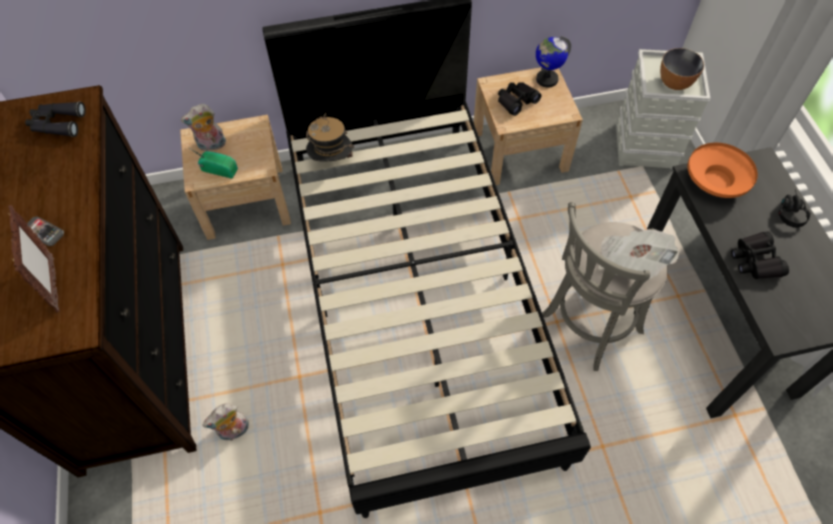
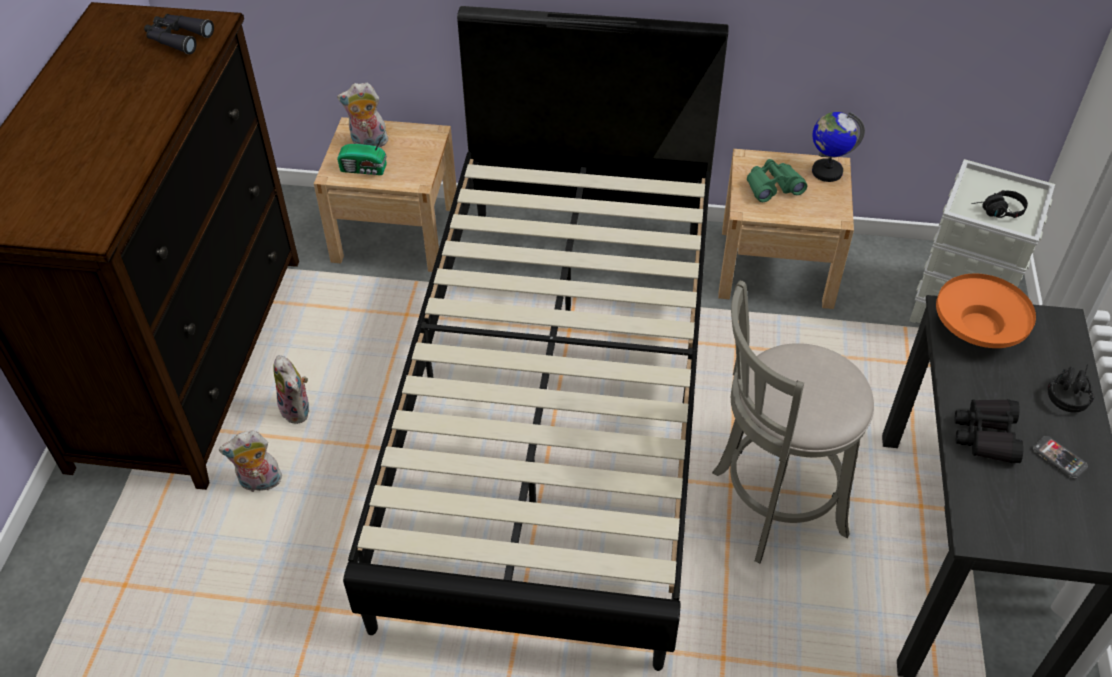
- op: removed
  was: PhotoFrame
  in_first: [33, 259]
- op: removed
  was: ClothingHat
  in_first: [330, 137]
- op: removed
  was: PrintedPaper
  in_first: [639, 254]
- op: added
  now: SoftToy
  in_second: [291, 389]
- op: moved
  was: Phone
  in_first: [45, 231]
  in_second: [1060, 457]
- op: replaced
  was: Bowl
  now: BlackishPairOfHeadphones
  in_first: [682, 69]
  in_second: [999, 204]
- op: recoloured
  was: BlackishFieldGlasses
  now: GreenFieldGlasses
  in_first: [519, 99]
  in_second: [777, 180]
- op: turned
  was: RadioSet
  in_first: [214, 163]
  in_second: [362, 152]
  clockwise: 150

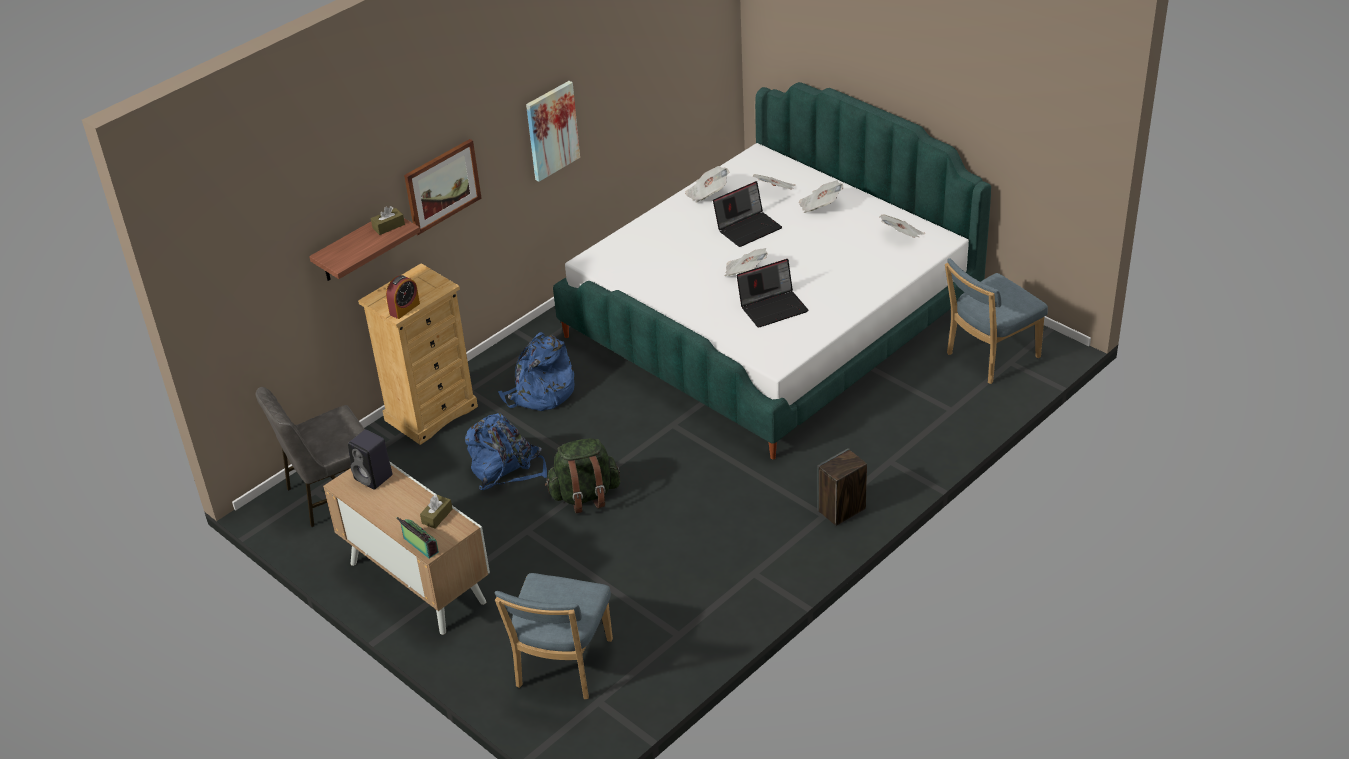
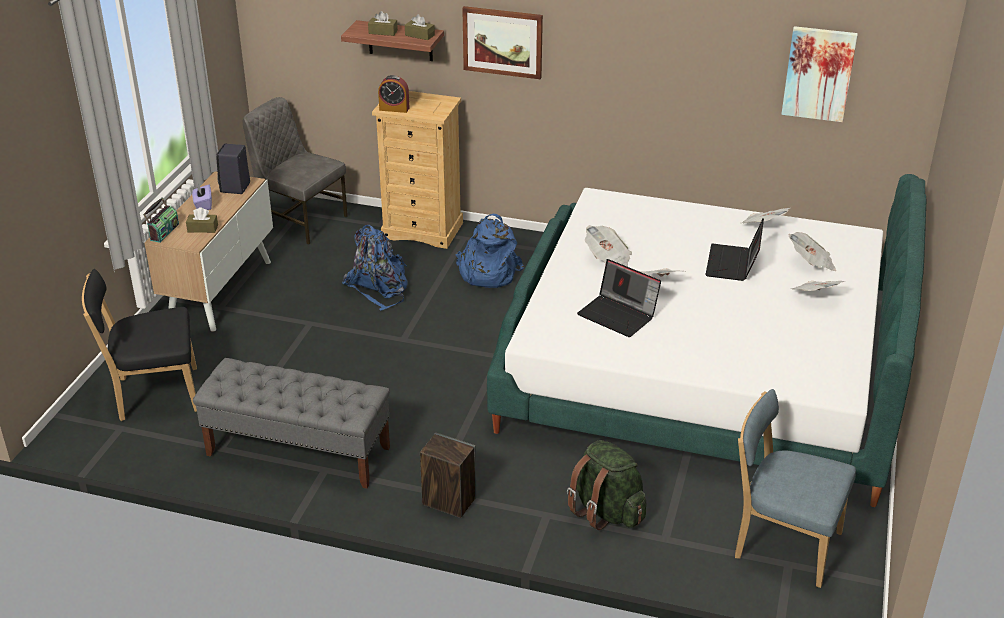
- op: added
  now: PurpleTissueBox
  in_second: [202, 197]
- op: added
  now: GrayIndoorBench
  in_second: [291, 423]
- op: added
  now: BrownishTissueBox
  in_second: [383, 23]
- op: moved
  was: WallPicture
  in_first: [553, 131]
  in_second: [819, 74]
- op: moved
  was: GreenBackpack
  in_first: [582, 475]
  in_second: [606, 485]
- op: moved
  was: PrintedPaper
  in_first: [902, 226]
  in_second: [608, 246]
- op: recoloured
  was: BlueUprightChair
  now: BlackishUprightChair
  in_first: [554, 636]
  in_second: [139, 345]
- op: turned
  was: PortableComputer
  in_first: [747, 214]
  in_second: [734, 249]
  clockwise: 75

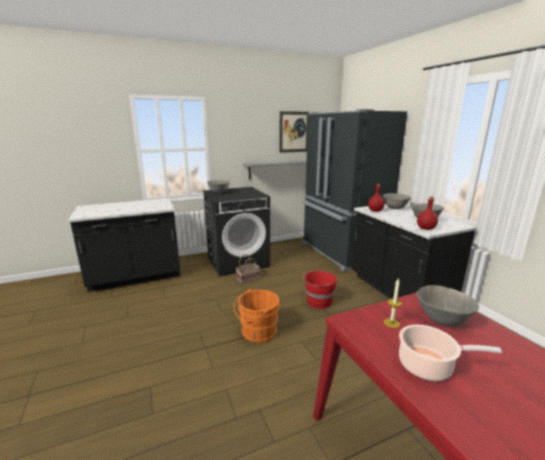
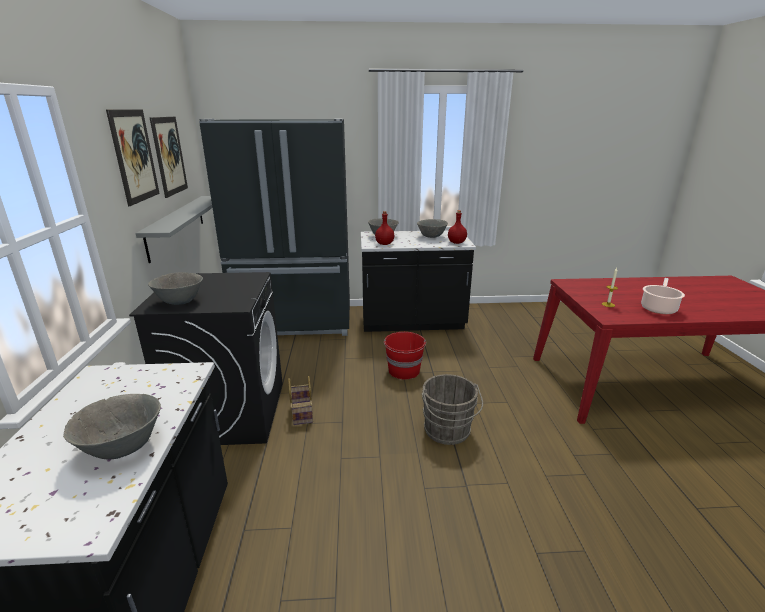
- op: added
  now: WallPicture
  in_second: [133, 158]
- op: moved
  was: GrayBowl
  in_first: [448, 305]
  in_second: [112, 426]
- op: recoloured
  was: OrangeyWaterBucket
  now: GrayWaterBucket
  in_first: [257, 316]
  in_second: [452, 409]

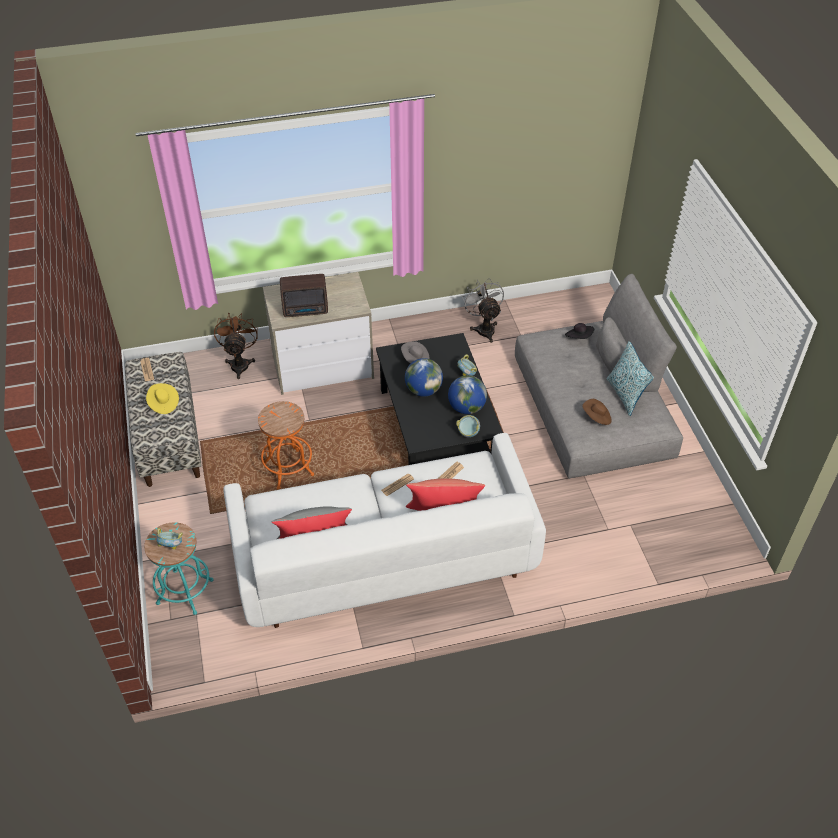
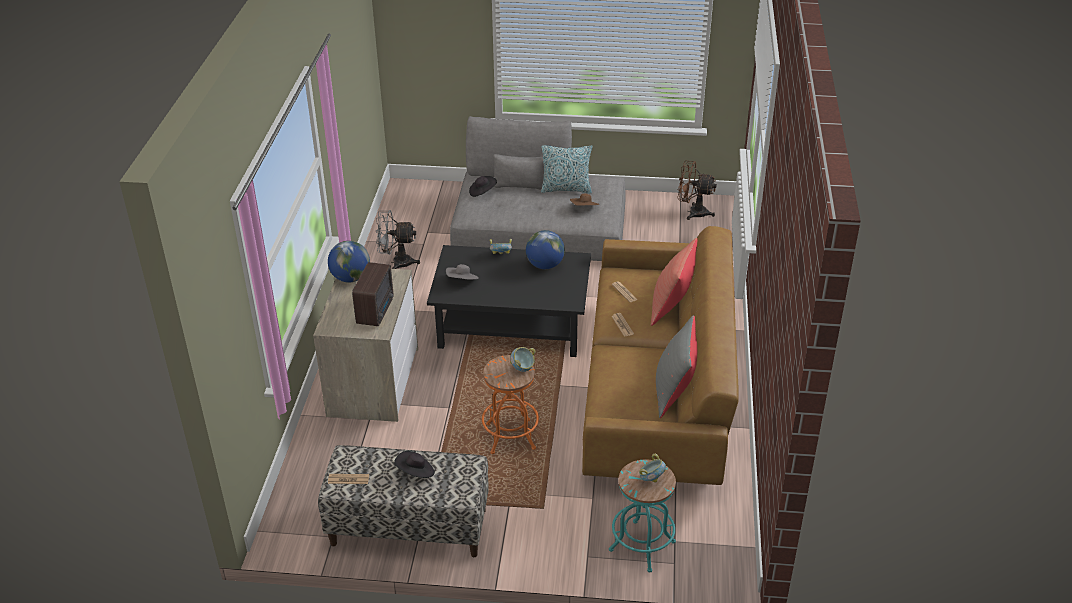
- op: moved
  was: BrownishFan
  in_first: [236, 346]
  in_second: [697, 190]
- op: moved
  was: DeskGlobe
  in_first: [424, 377]
  in_second: [349, 262]
- op: moved
  was: Bowl
  in_first: [468, 426]
  in_second: [523, 359]
- op: recoloured
  was: YellowishClothingHat
  now: BlackishClothingHat
  in_first: [162, 398]
  in_second: [414, 464]
- op: recoloured
  was: WhiteCouch
  now: BrownishCouch
  in_first: [384, 530]
  in_second: [660, 355]

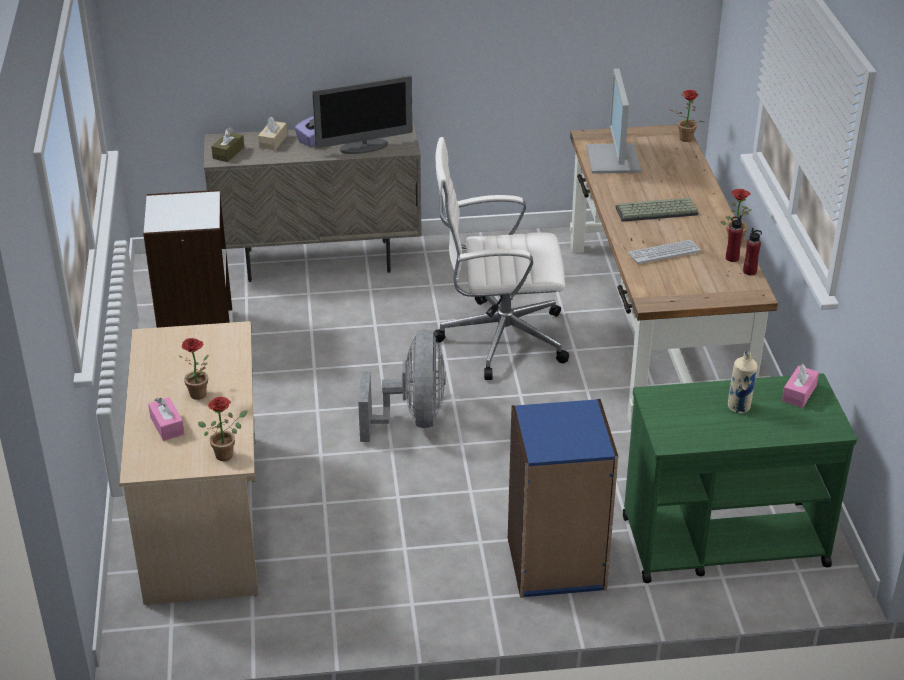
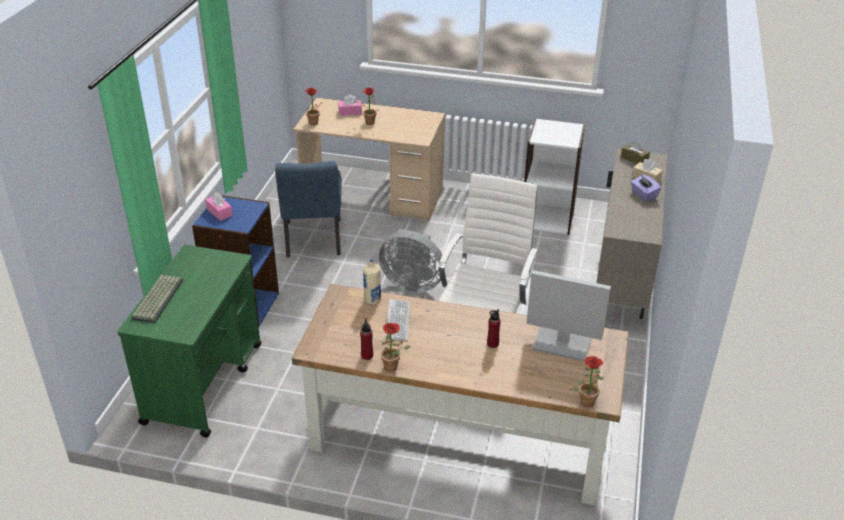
- op: removed
  was: ComputerScreen
  in_first: [362, 114]
- op: added
  now: BlueUprightChair
  in_second: [308, 209]
- op: moved
  was: PcKeyboard
  in_first: [657, 210]
  in_second: [157, 299]
- op: moved
  was: SandColouredBeverageBottle
  in_first: [743, 382]
  in_second: [372, 281]
- op: moved
  was: RedColouredBeverageBottle
  in_first: [752, 251]
  in_second: [494, 328]
- op: moved
  was: PinkishTissueBox
  in_first: [800, 386]
  in_second: [219, 206]

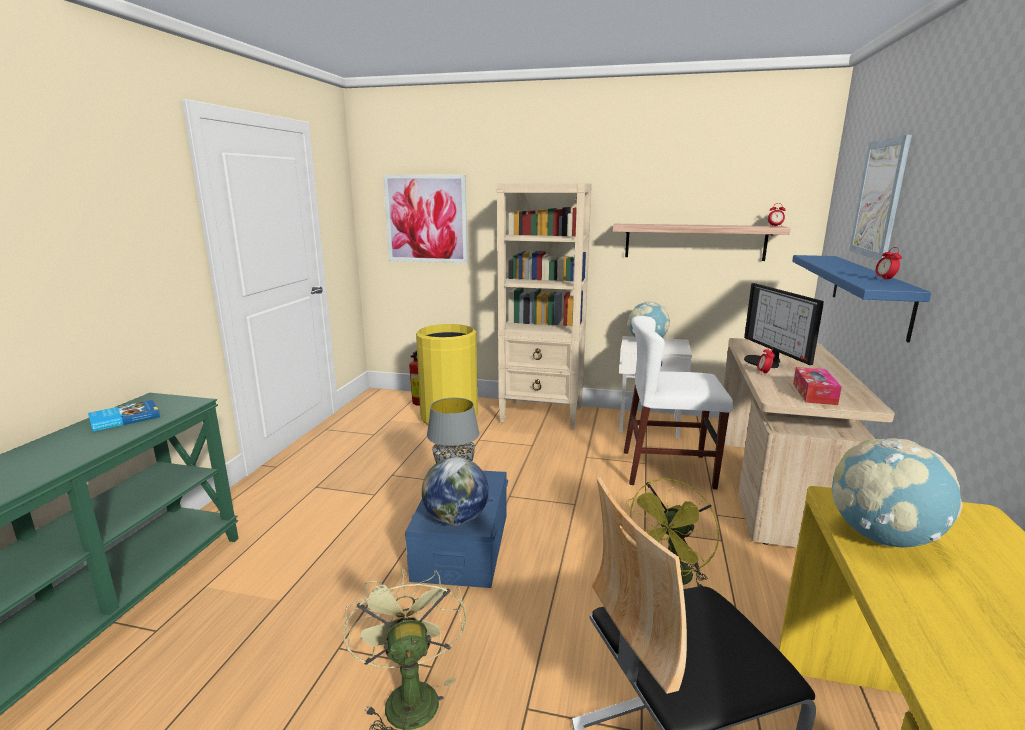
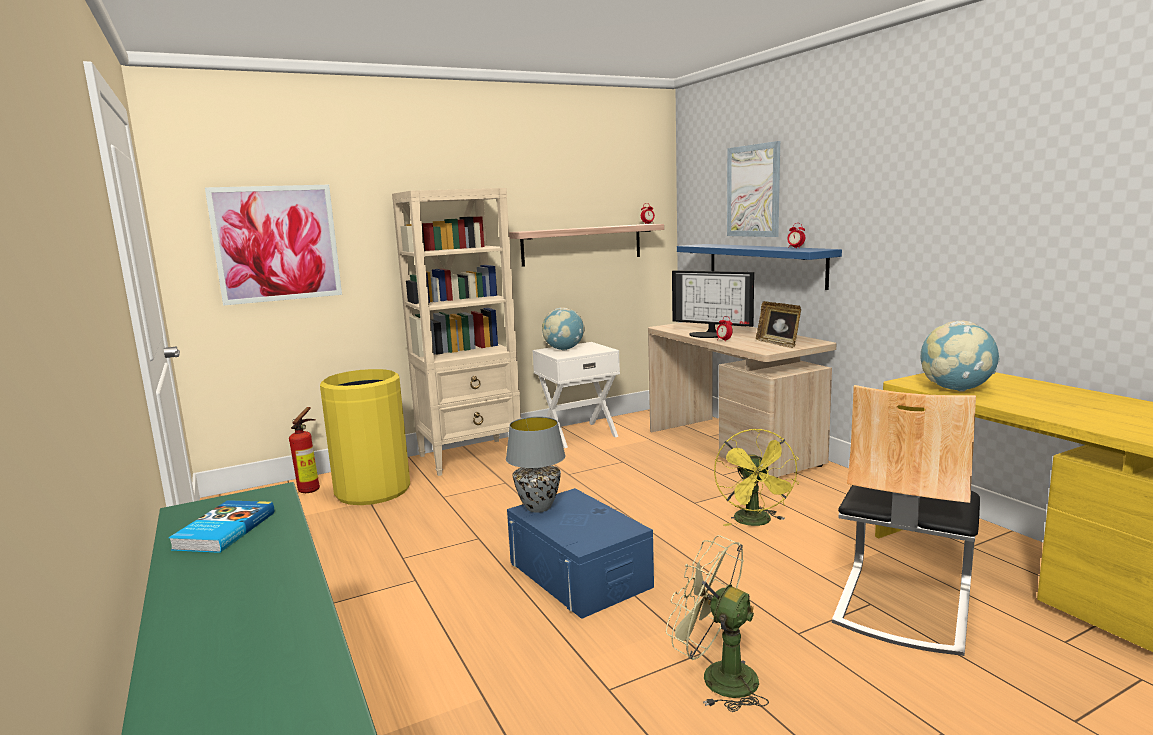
- op: removed
  was: DeskGlobe
  in_first: [455, 491]
- op: removed
  was: WhiteUprightChair
  in_first: [678, 402]
- op: replaced
  was: TissueBox
  now: PhotoFrame
  in_first: [817, 386]
  in_second: [778, 324]

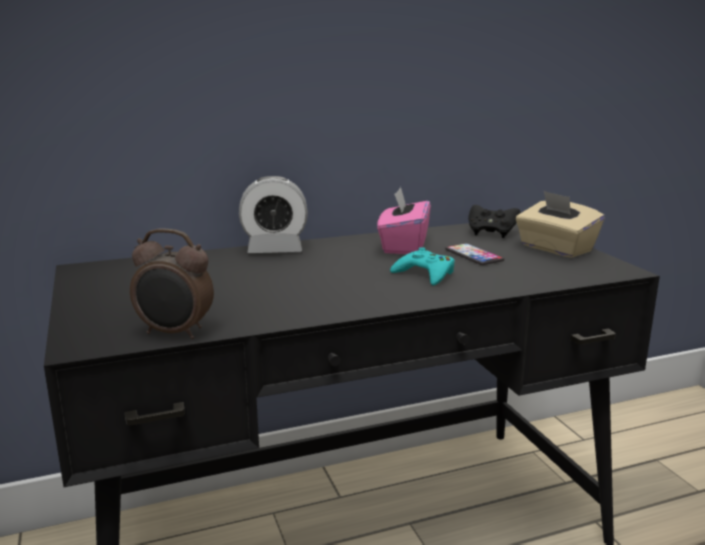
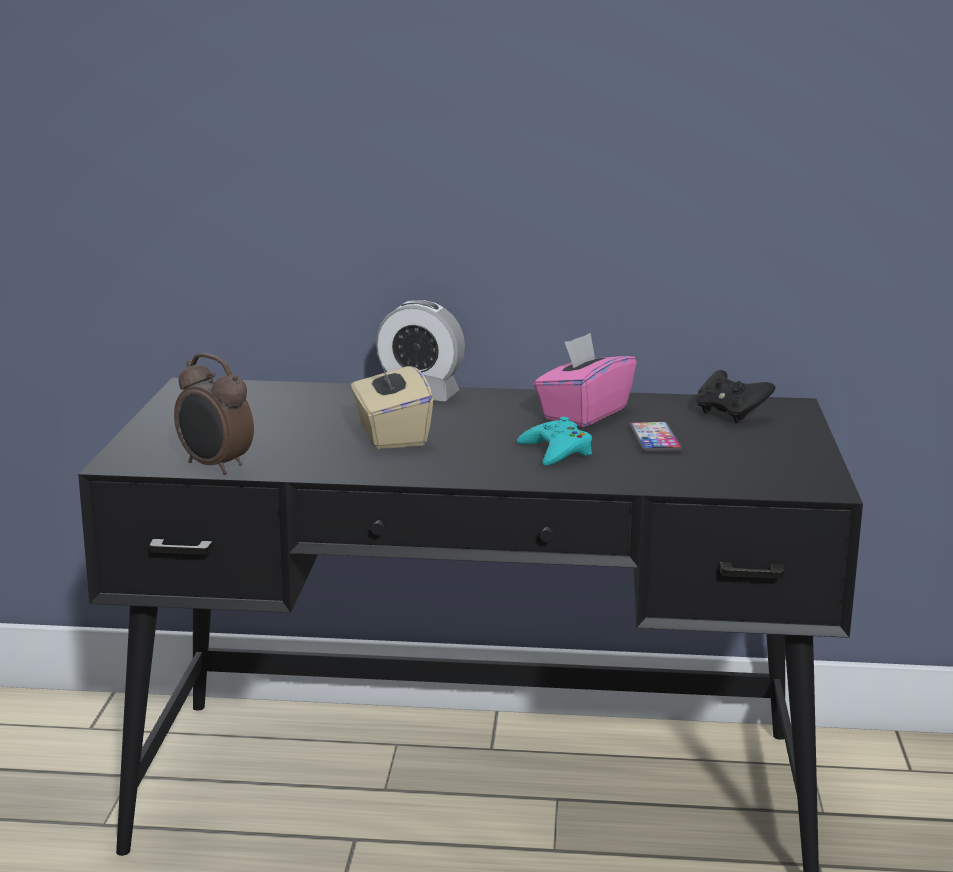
- op: moved
  was: SandColouredTissueBox
  in_first: [560, 224]
  in_second: [392, 401]

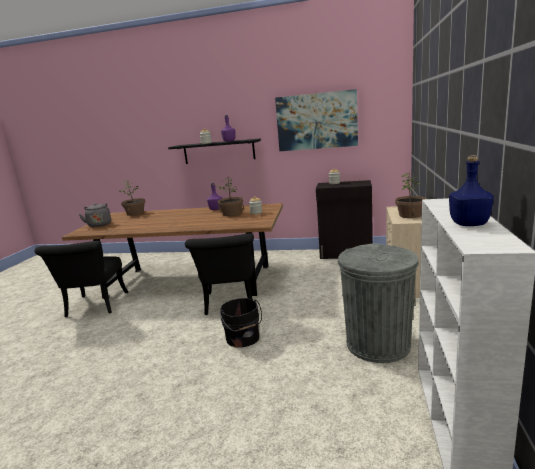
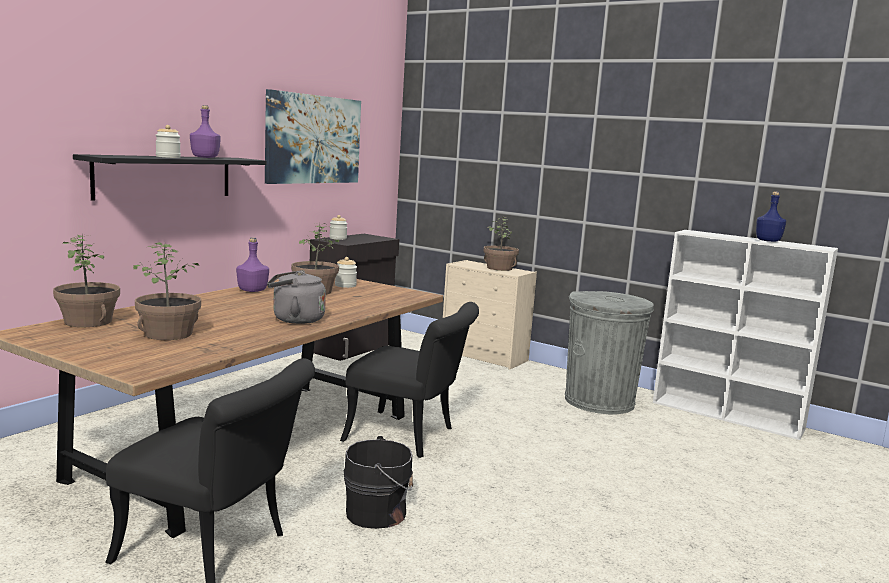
- op: added
  now: PottedPlant
  in_second: [167, 291]
- op: moved
  was: GrayKettle
  in_first: [95, 215]
  in_second: [296, 297]
- op: moved
  was: BlackishWaterBucket
  in_first: [241, 323]
  in_second: [378, 482]

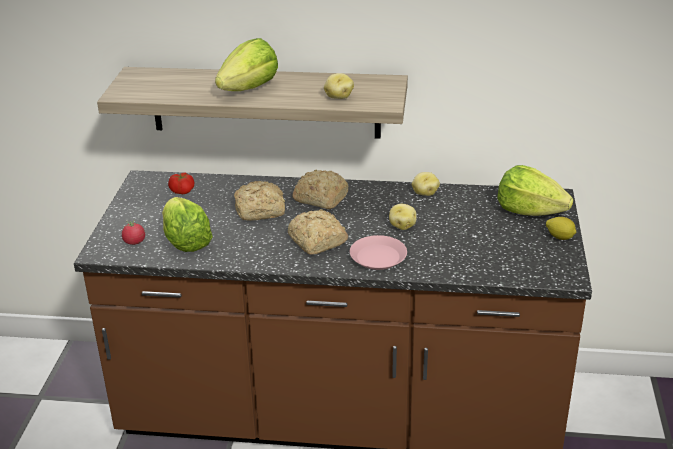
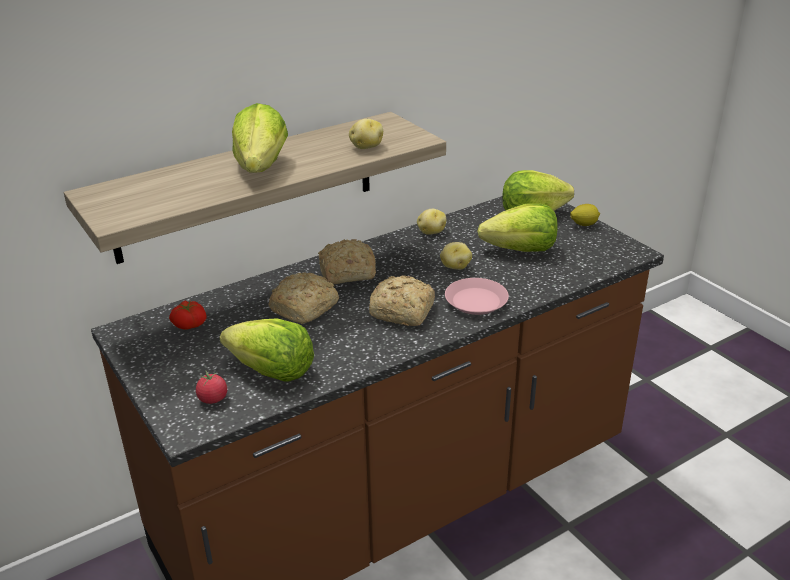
- op: added
  now: HeadOfLettuce
  in_second: [517, 227]

